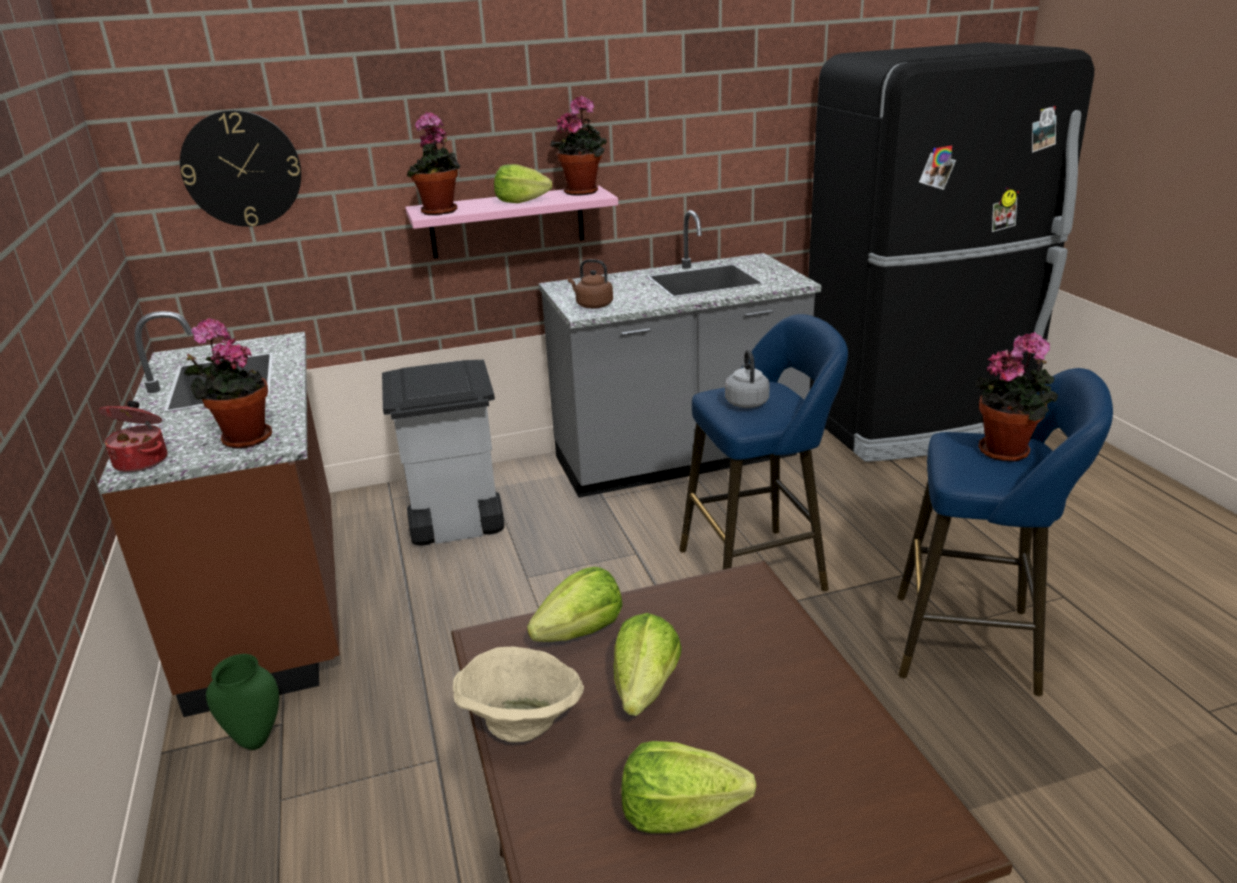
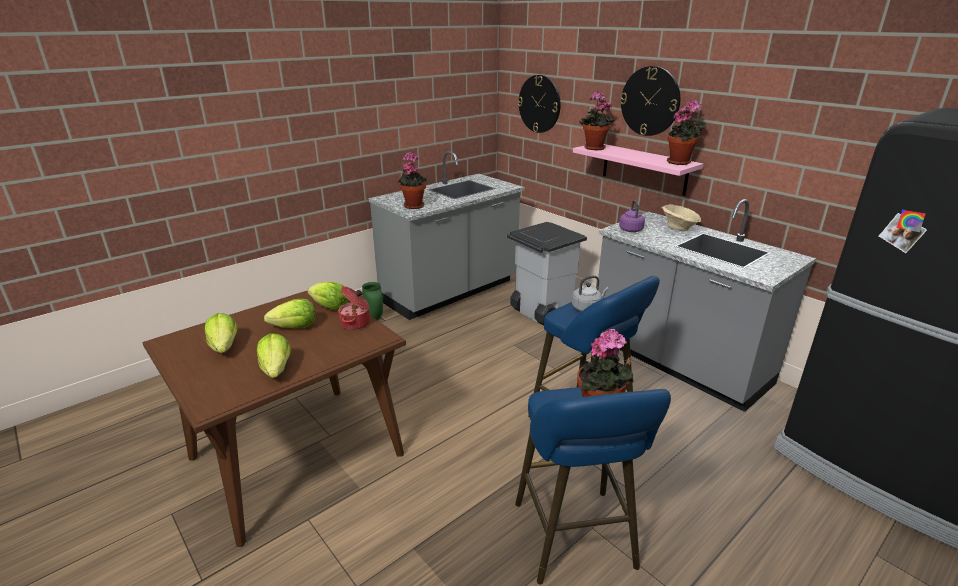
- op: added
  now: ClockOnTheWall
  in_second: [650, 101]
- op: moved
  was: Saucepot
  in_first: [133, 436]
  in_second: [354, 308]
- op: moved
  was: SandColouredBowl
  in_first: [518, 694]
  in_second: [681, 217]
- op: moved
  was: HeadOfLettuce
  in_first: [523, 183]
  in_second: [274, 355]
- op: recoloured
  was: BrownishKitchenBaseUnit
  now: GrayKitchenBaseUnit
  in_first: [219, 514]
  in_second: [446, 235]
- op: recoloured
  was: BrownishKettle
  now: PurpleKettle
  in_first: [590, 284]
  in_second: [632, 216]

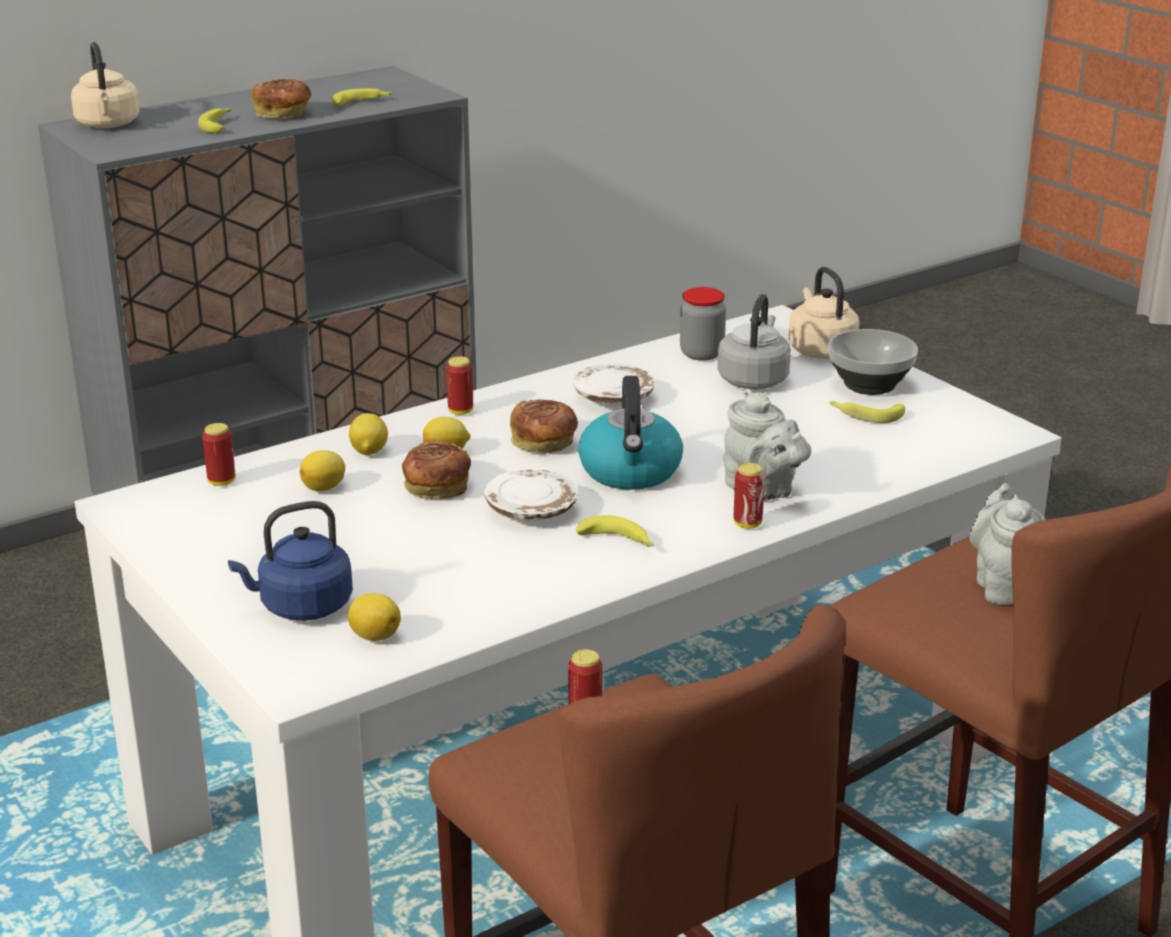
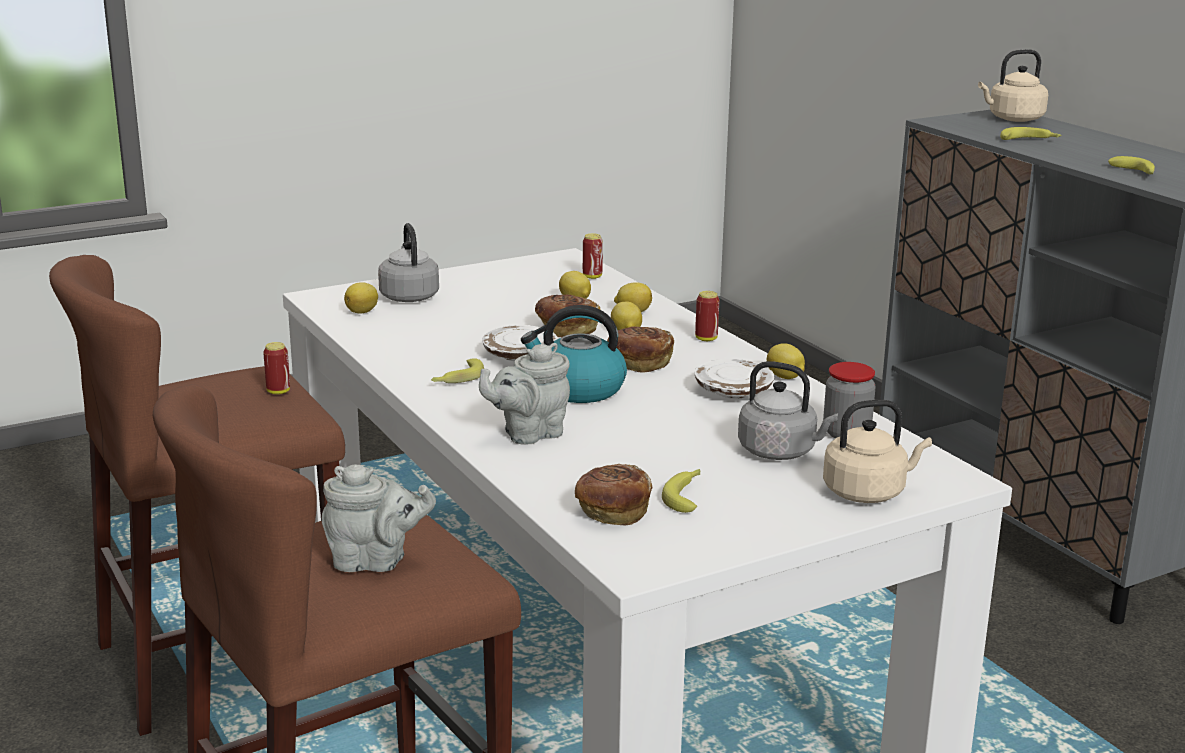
- op: removed
  was: MetalCan
  in_first: [749, 496]
- op: removed
  was: Bowl
  in_first: [873, 362]
- op: added
  now: Lemon
  in_second: [786, 361]
- op: moved
  was: BakedBread
  in_first: [281, 98]
  in_second: [613, 494]
- op: recoloured
  was: BlueKettle
  now: GrayKettle
  in_first: [290, 561]
  in_second: [408, 262]

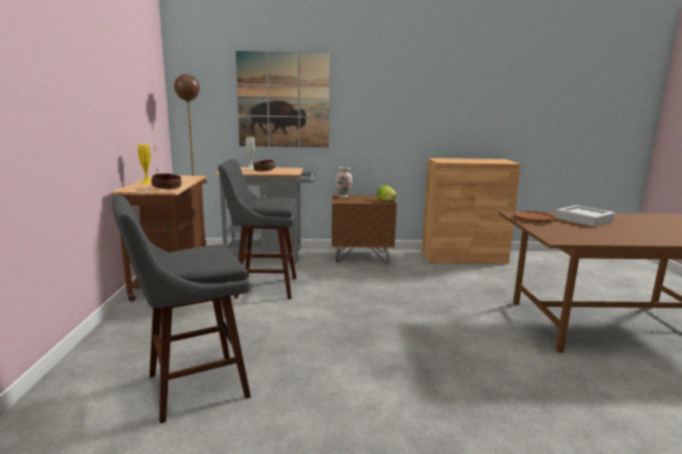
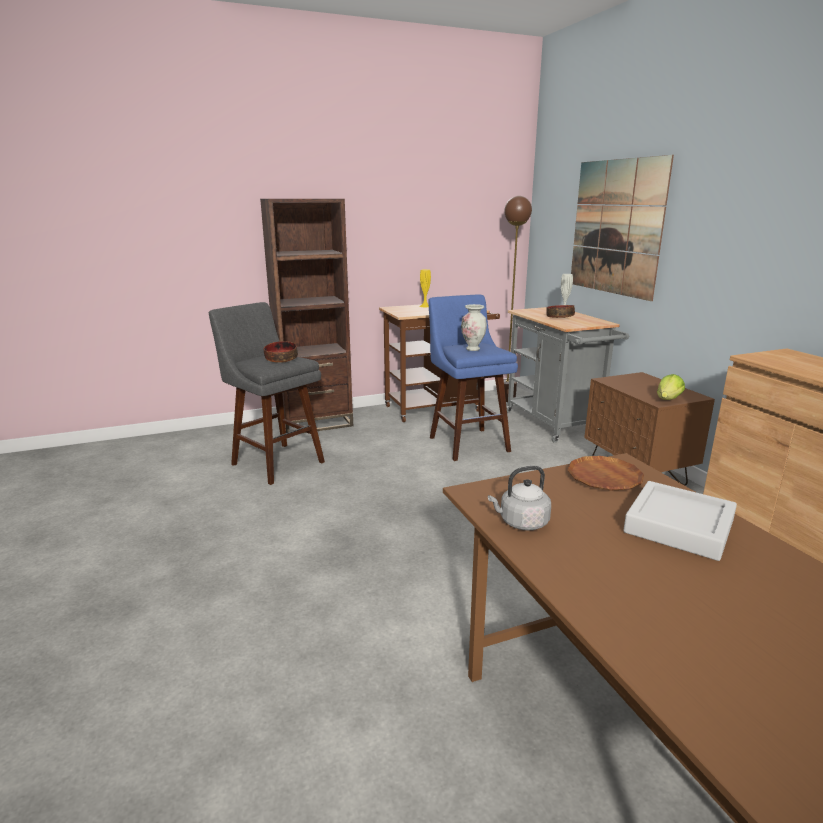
- op: added
  now: BrownishBookshelf
  in_second: [306, 316]
- op: added
  now: GrayKettle
  in_second: [519, 498]
- op: moved
  was: Bowl
  in_first: [166, 181]
  in_second: [281, 352]
- op: moved
  was: Vase
  in_first: [343, 182]
  in_second: [474, 327]
- op: recoloured
  was: GrayStool
  now: BlueStool
  in_first: [258, 229]
  in_second: [473, 377]

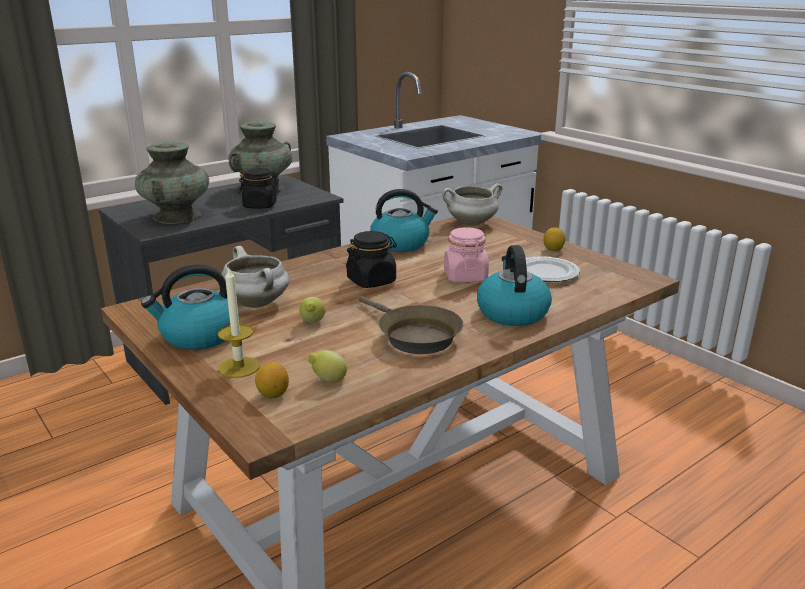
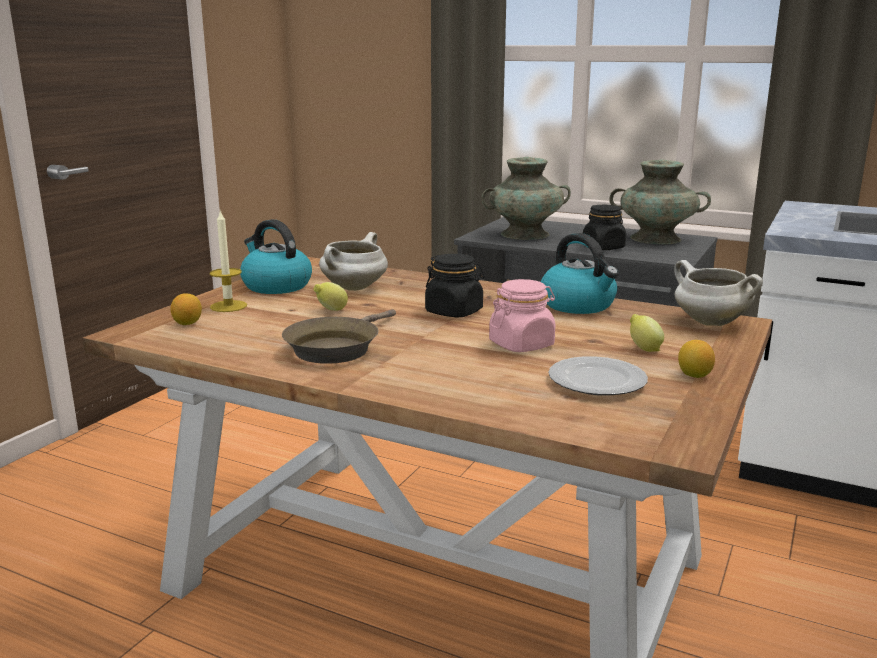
- op: removed
  was: Kettle
  in_first: [514, 285]
- op: moved
  was: Lemon
  in_first: [327, 366]
  in_second: [647, 333]

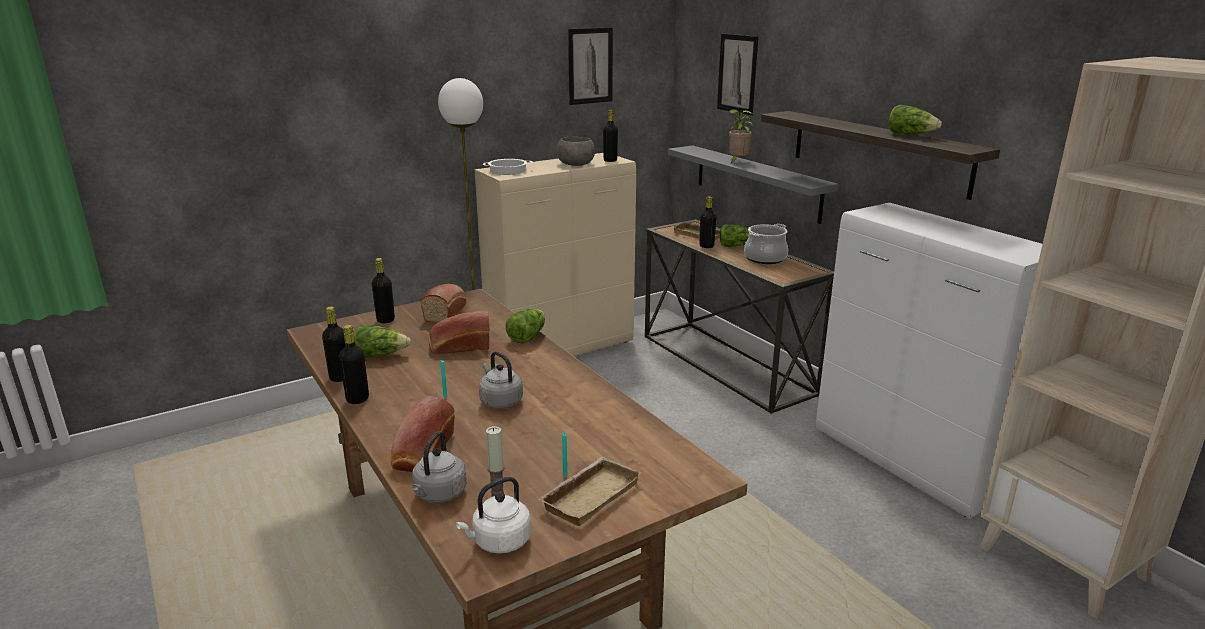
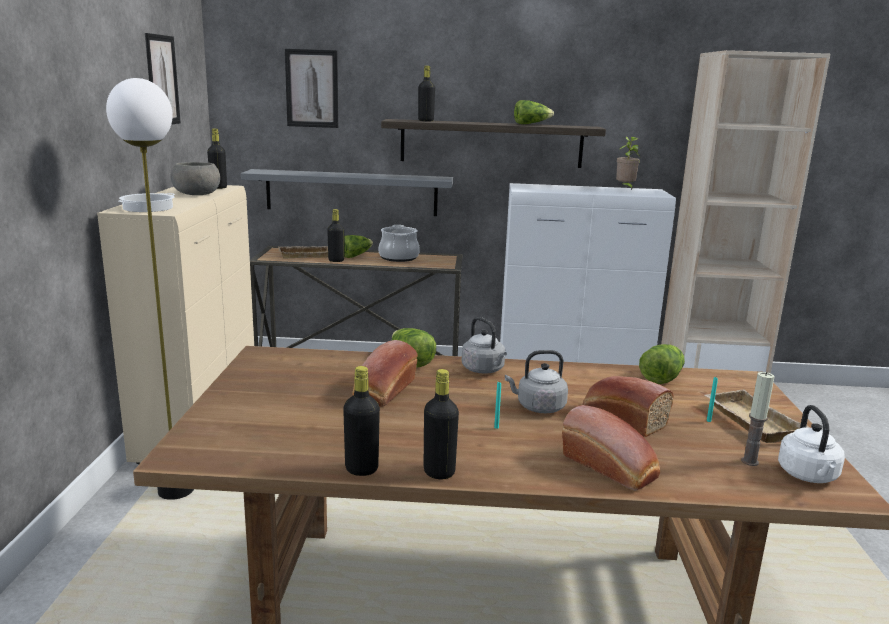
- op: moved
  was: HeadOfLettuce
  in_first: [382, 341]
  in_second: [662, 364]
- op: moved
  was: BlackishBeverageBottle
  in_first: [383, 290]
  in_second: [426, 93]
- op: moved
  was: GrayKettle
  in_first: [439, 467]
  in_second: [484, 345]
- op: moved
  was: BakedBread
  in_first: [443, 303]
  in_second: [628, 406]
- op: moved
  was: PottedPlant
  in_first: [741, 136]
  in_second: [628, 163]

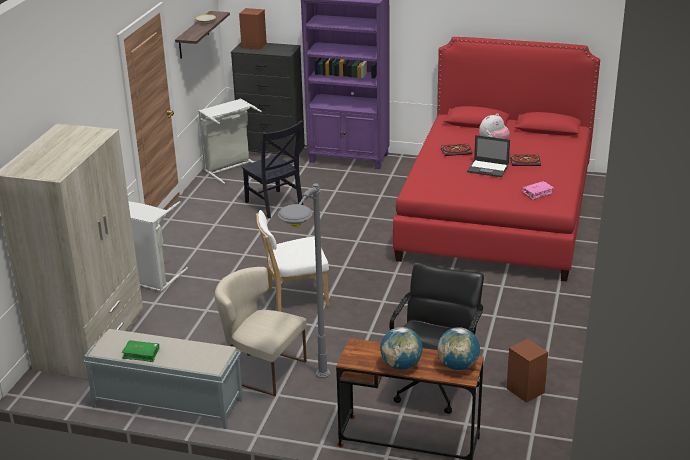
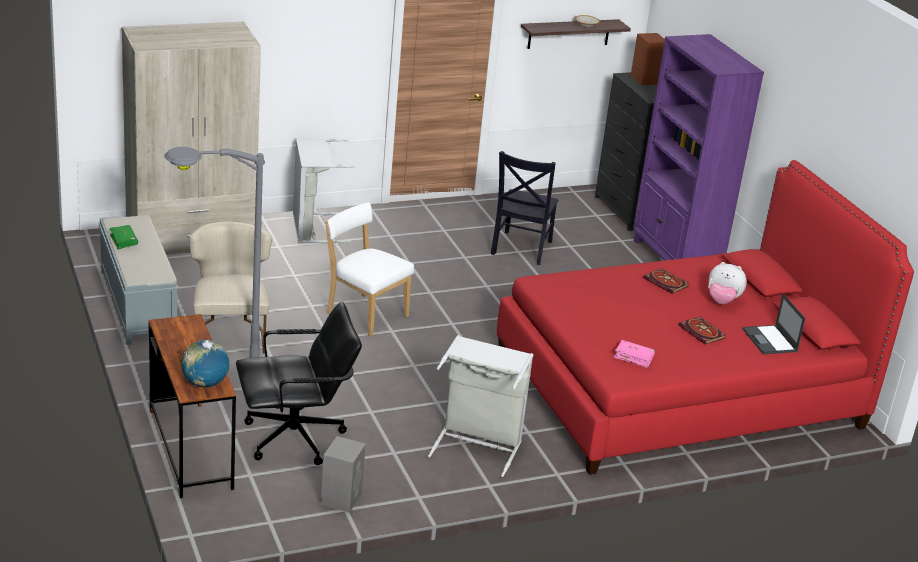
- op: removed
  was: DeskGlobe
  in_first: [401, 348]
- op: moved
  was: GrayWashingBasket
  in_first: [230, 141]
  in_second: [481, 406]
- op: moved
  was: PortableComputer
  in_first: [488, 156]
  in_second: [774, 324]
- op: recoloured
  was: BrownishSpeaker
  now: GraySpeaker
  in_first: [527, 371]
  in_second: [343, 474]

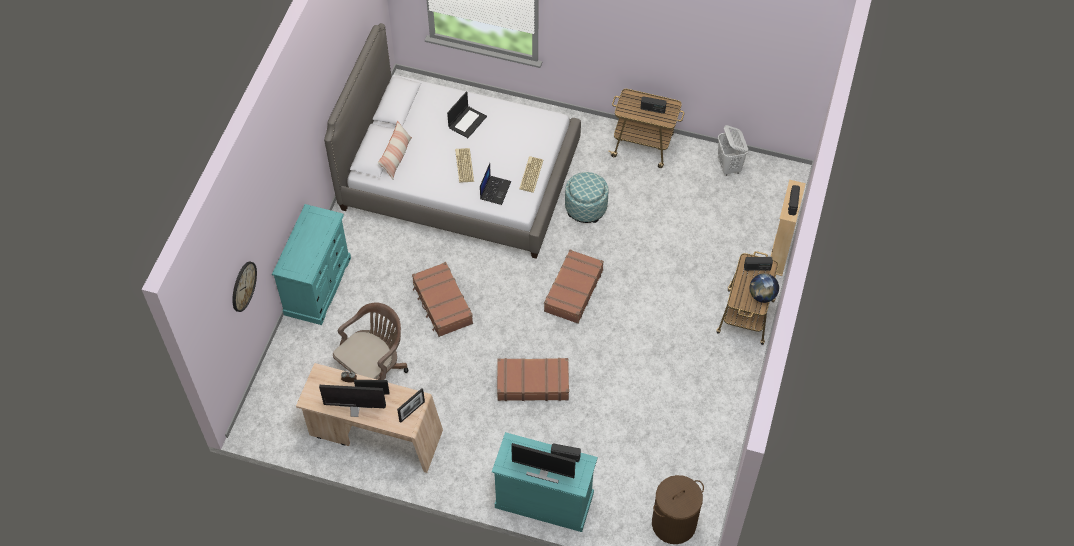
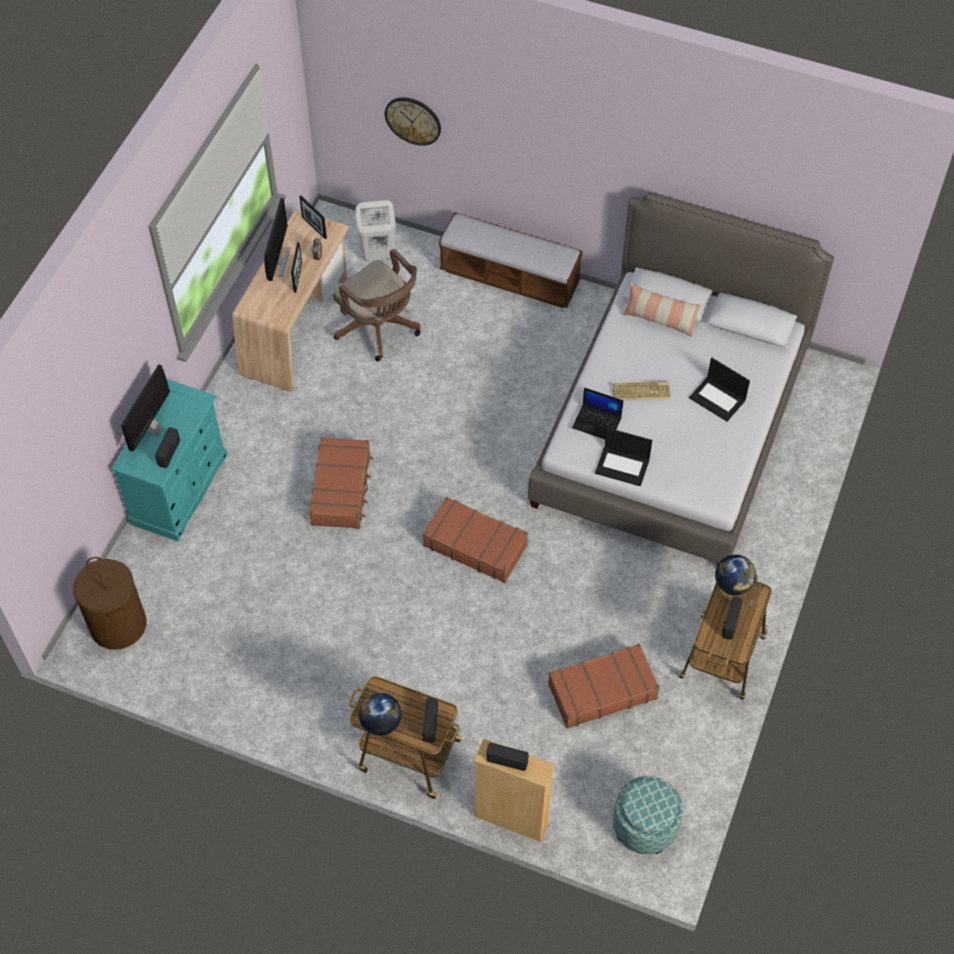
- op: added
  now: DeskGlobe
  in_second: [735, 575]
- op: moved
  was: PhotoFrame
  in_first: [411, 405]
  in_second: [313, 217]
- op: moved
  was: BrownishTravelCase
  in_first: [442, 299]
  in_second: [604, 686]
- op: moved
  was: Ottoman
  in_first: [586, 197]
  in_second: [648, 815]
- op: moved
  was: WhiteWashingBasket
  in_first: [733, 150]
  in_second: [376, 230]
- op: replaced
  was: TurquoiseChestOfDrawers
  now: IndoorBench
  in_first: [311, 264]
  in_second: [511, 260]
- op: replaced
  was: PcKeyboard
  now: PortableComputer
  in_first: [531, 174]
  in_second: [623, 457]

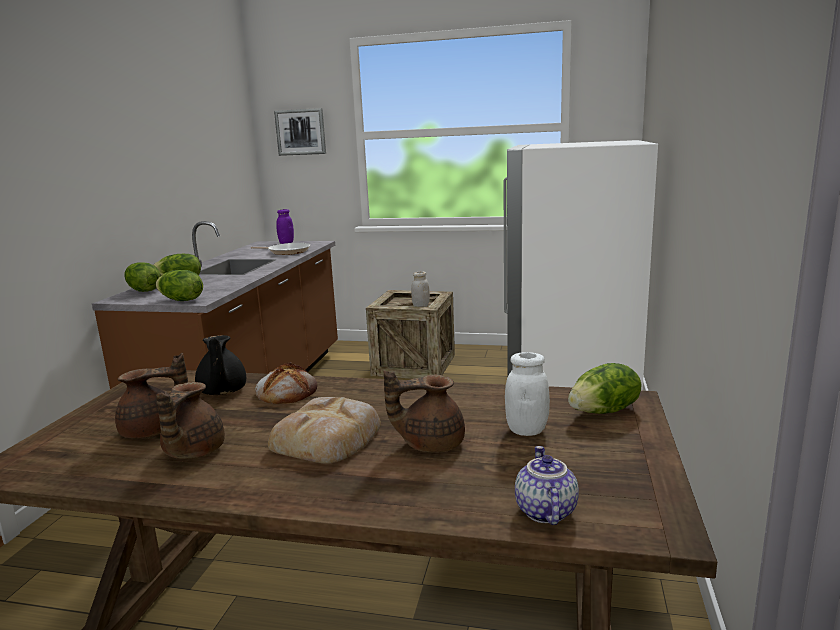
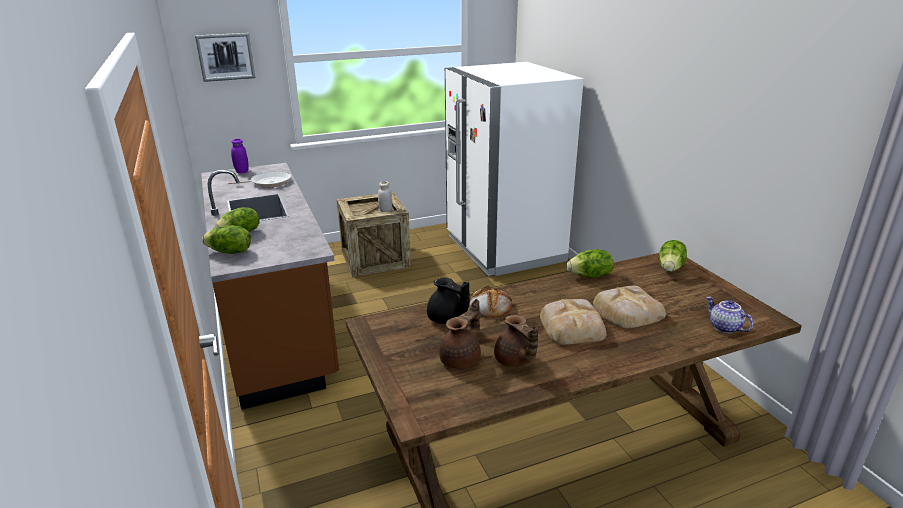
- op: removed
  was: WhiteStorageJar
  in_first: [527, 394]
- op: moved
  was: HeadOfLettuce
  in_first: [179, 285]
  in_second: [590, 263]
- op: replaced
  was: BrownishTeaPot
  now: BakedBread
  in_first: [424, 411]
  in_second: [629, 307]

